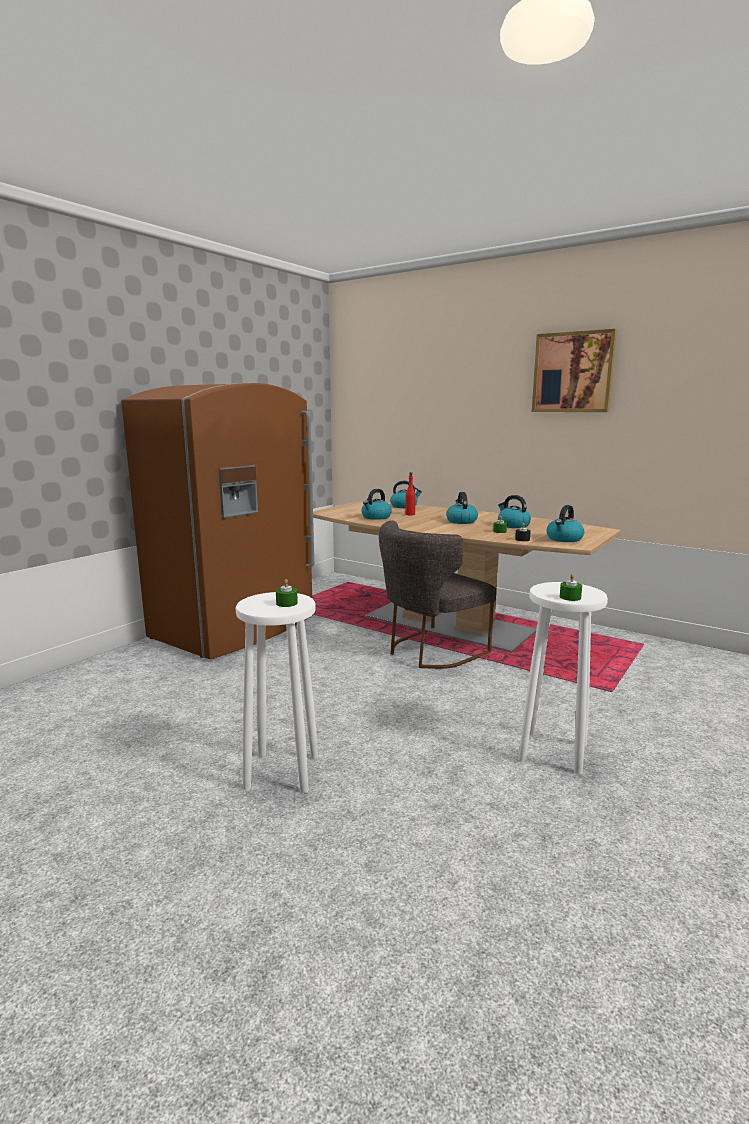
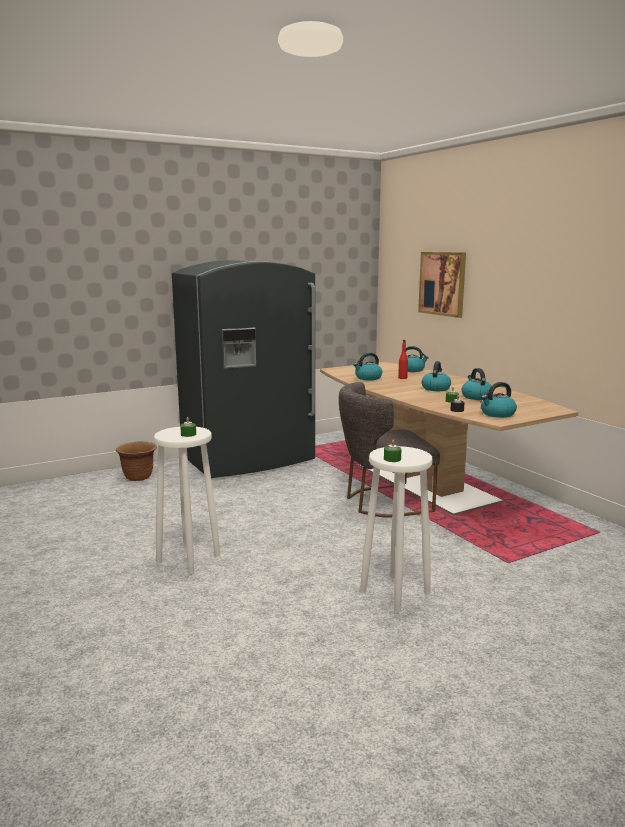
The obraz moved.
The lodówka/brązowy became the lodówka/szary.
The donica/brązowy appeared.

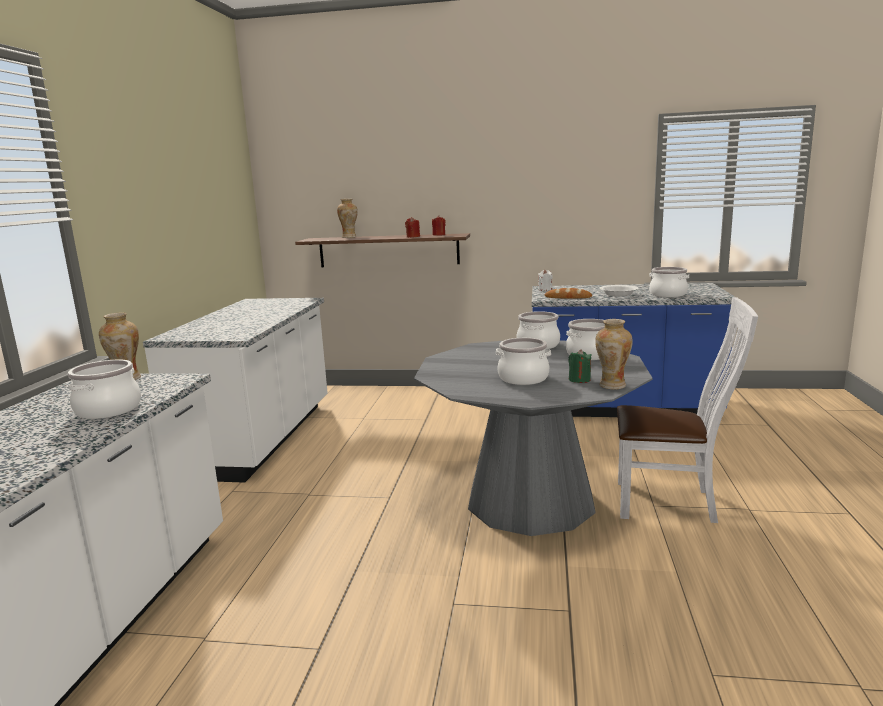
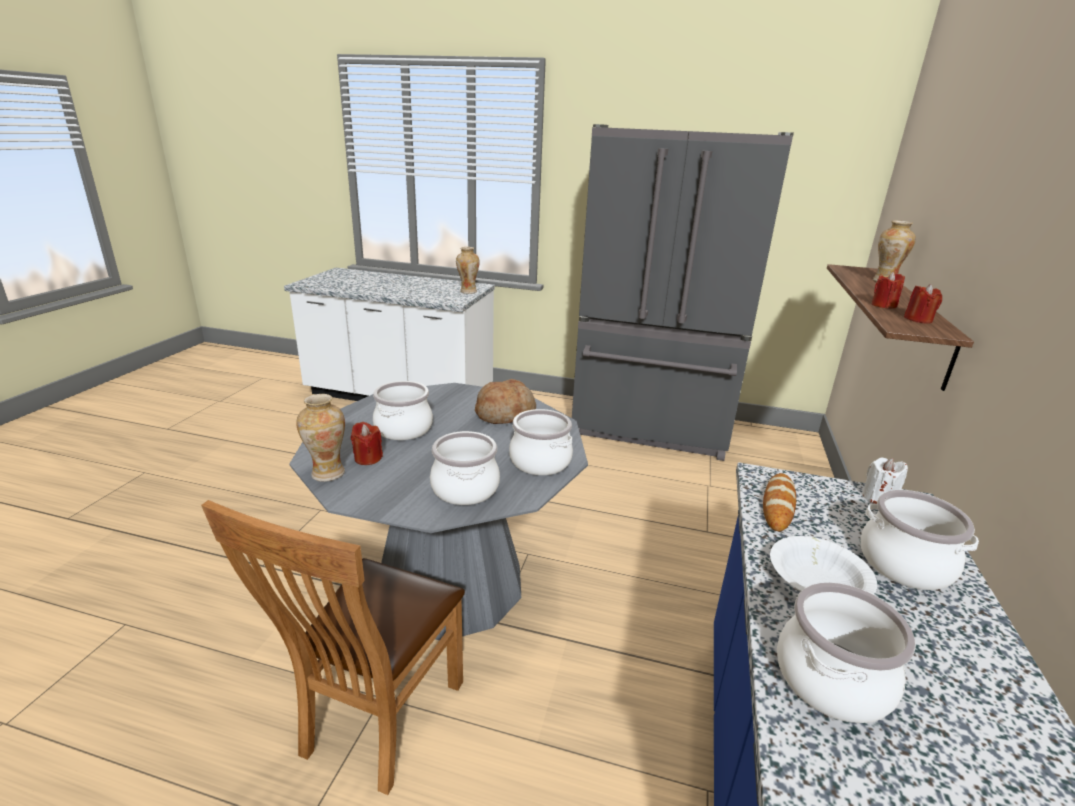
The krzesło/biały became the krzesło/brązowy.
The zabudowa kuchenna/biały (2nd from left) was replaced by the lodówka/szary.
The świeca/zielony became the świeca/czerwony (1st from left).
The garnek (1st from left in the first image) moved.
The chleb (1st from left) appeared.

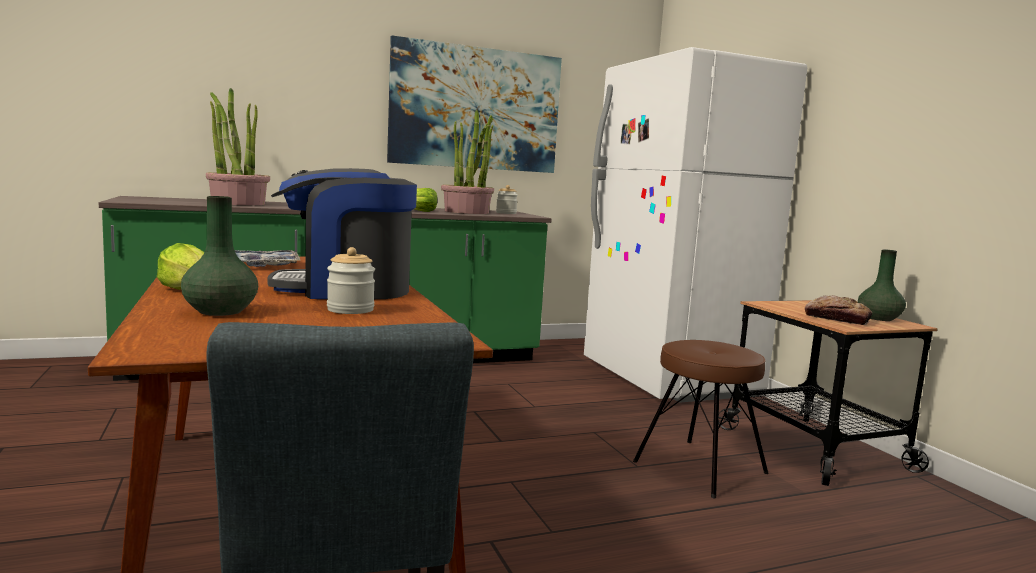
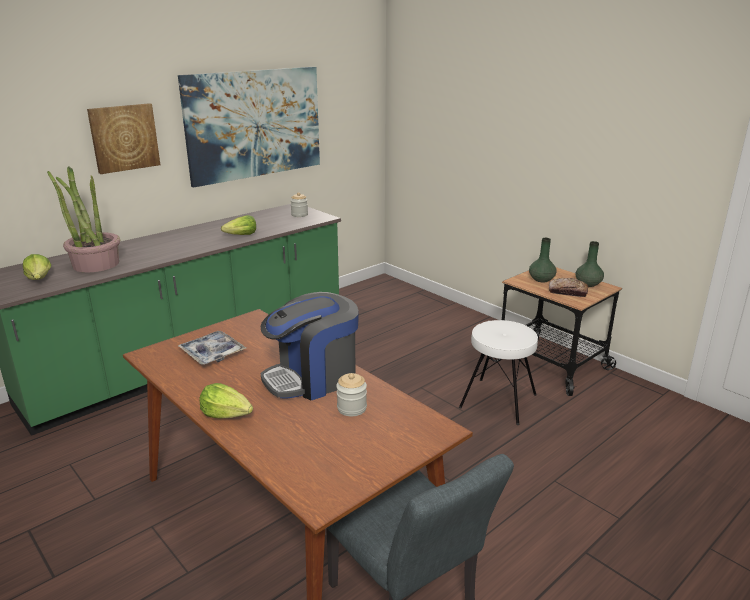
The lodówka/biały disappeared.
The roślina doniczkowa (2nd from left) disappeared.
The wazon/zielony (1st from left) moved.
The stołek/brązowy became the stołek/biały.
The obraz (1st from left) appeared.
The sałata (1st from left) appeared.

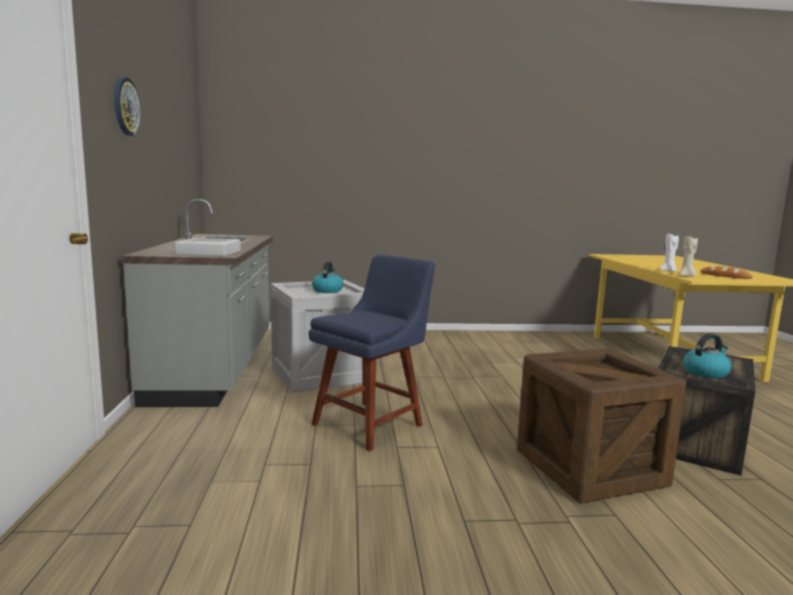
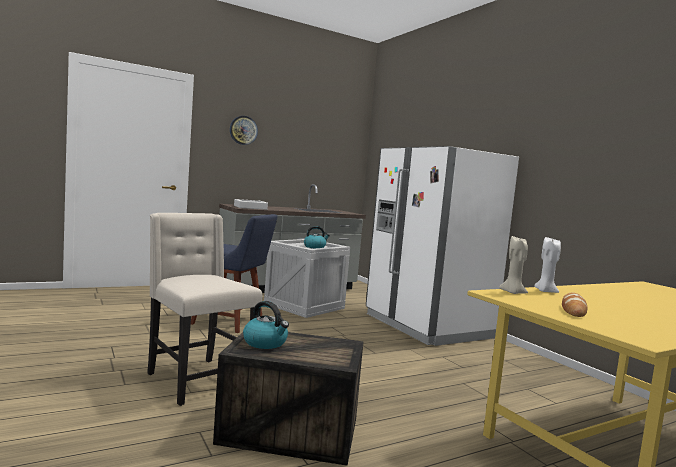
The skrzynka (2nd from left) was replaced by the krzesło/beżowy.
The lodówka/biały appeared.

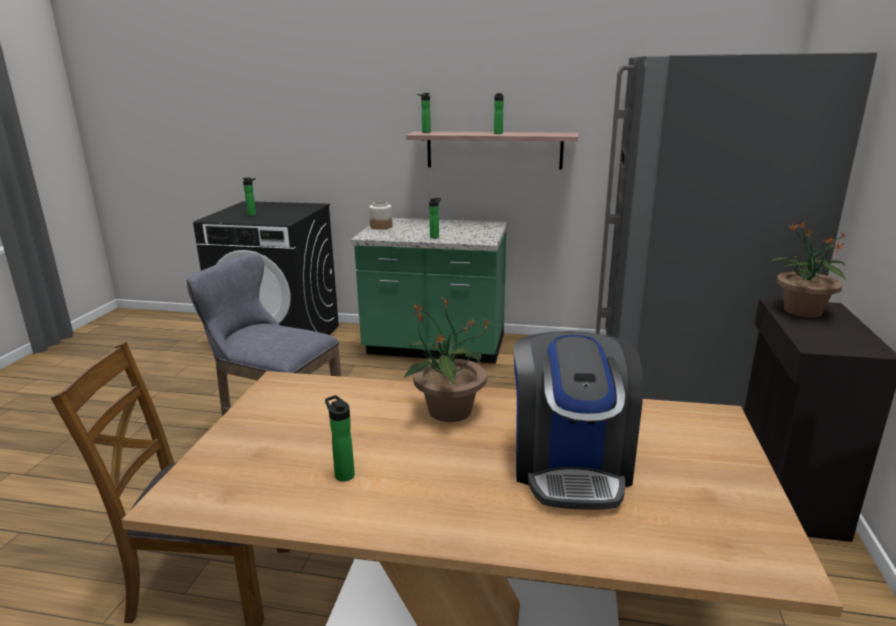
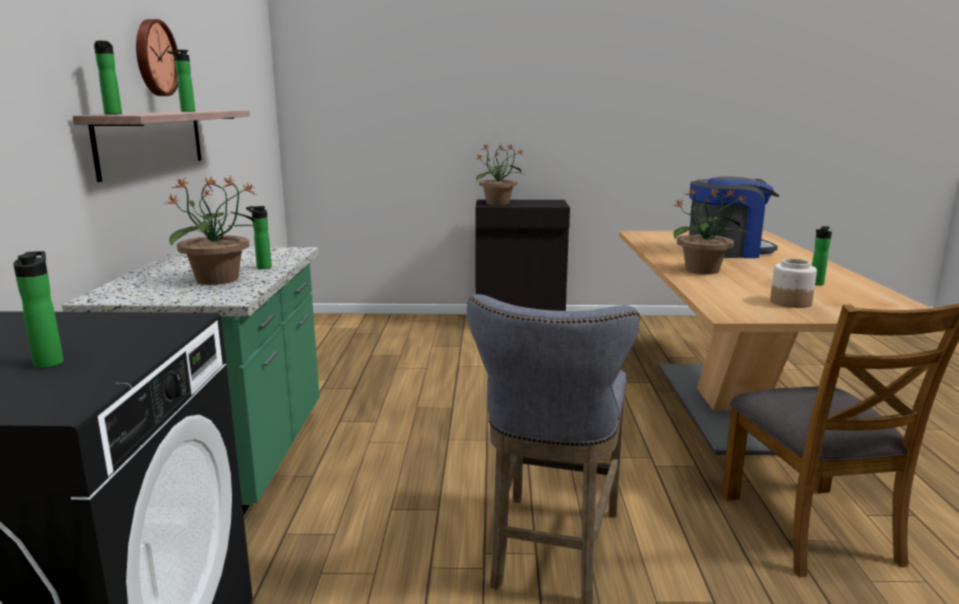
The lodówka/szary disappeared.
The słoik moved.
The zegar ścienny appeared.
The roślina doniczkowa (1st from left) appeared.

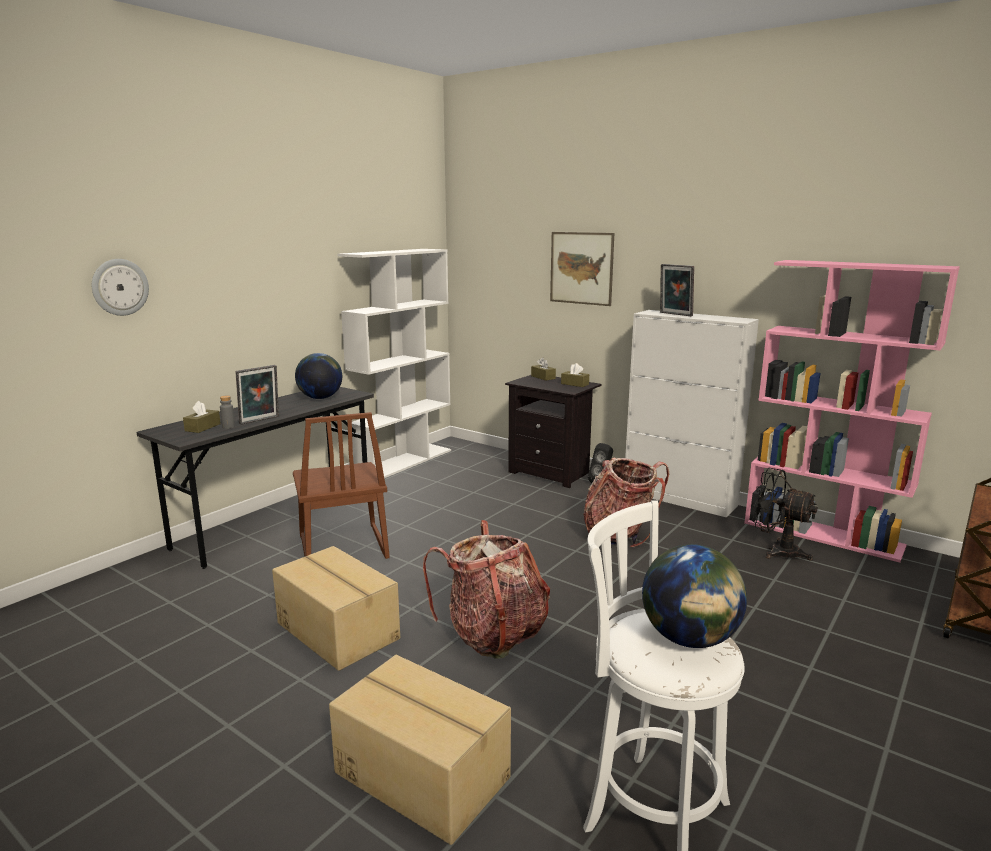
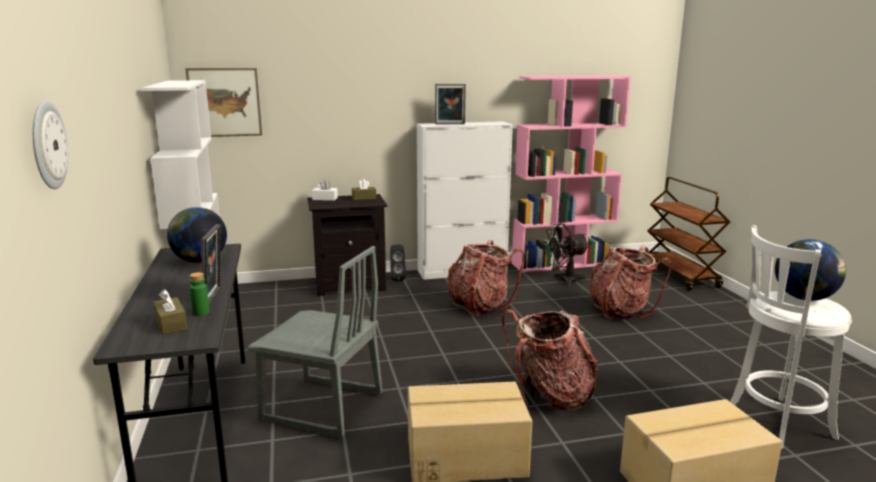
The obraz moved.
The pudełko chusteczek/brązowy (2nd from left) became the pudełko chusteczek/biały.
The butelka/szary became the butelka/zielony.
The krzesło/brązowy became the krzesło/szary.
The plecak (3rd from left) appeared.

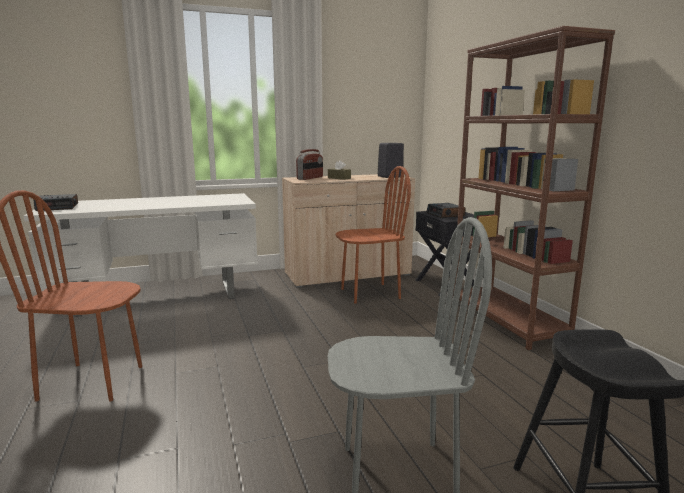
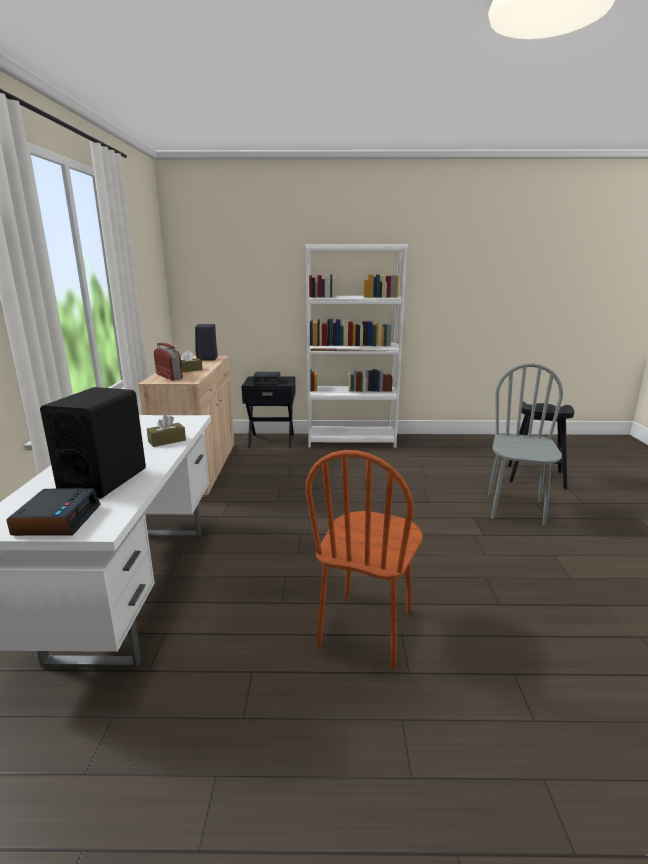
The regał/brązowy became the regał/biały.
The krzesło/brązowy (2nd from left) disappeared.
The głośnik/czarny (1st from left) appeared.
The pudełko chusteczek/brązowy (1st from left) appeared.

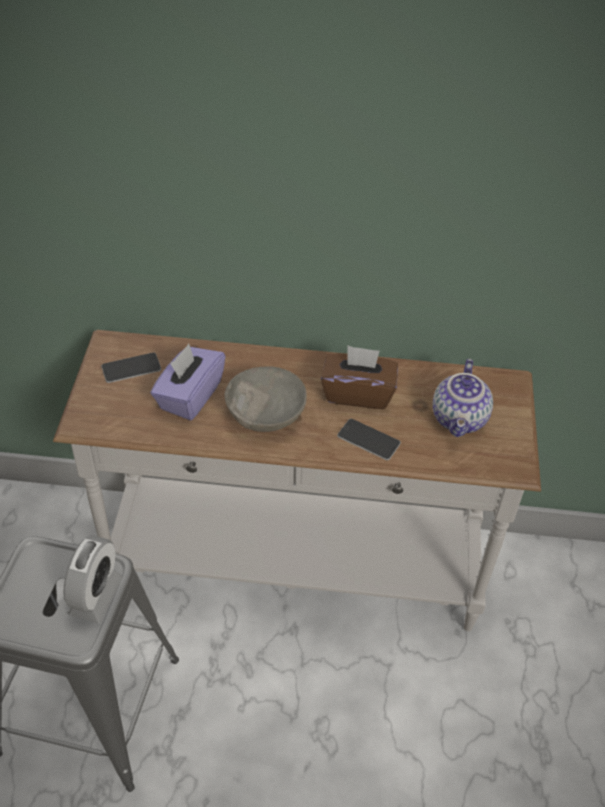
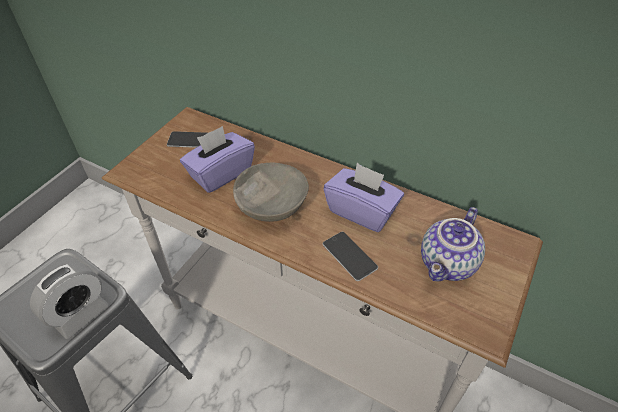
The pudełko chusteczek/brązowy became the pudełko chusteczek/fioletowy (2nd from left).

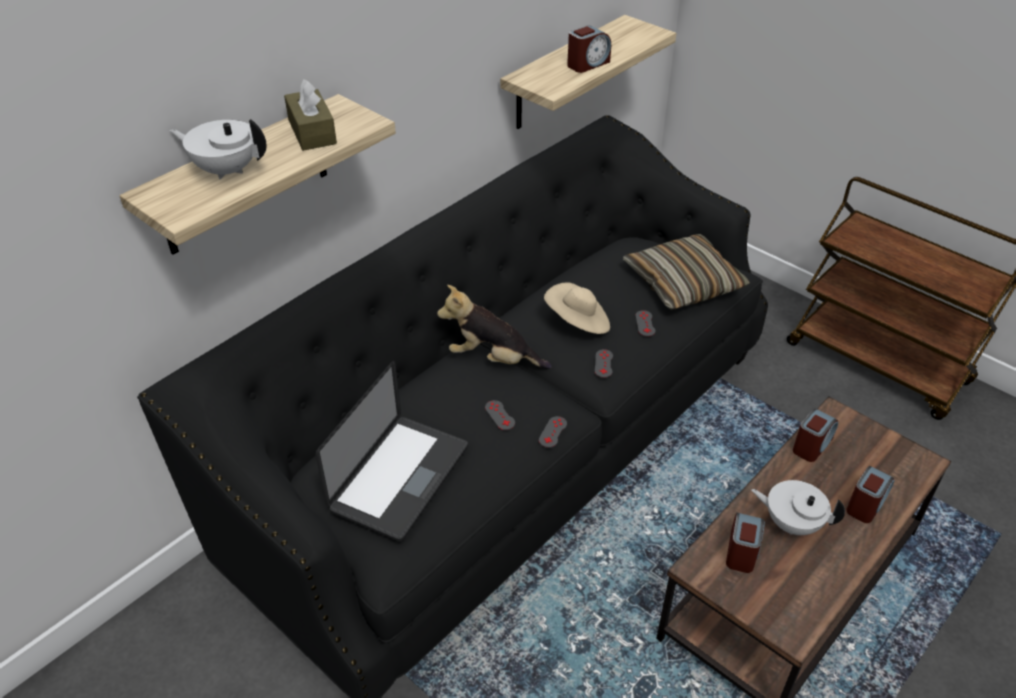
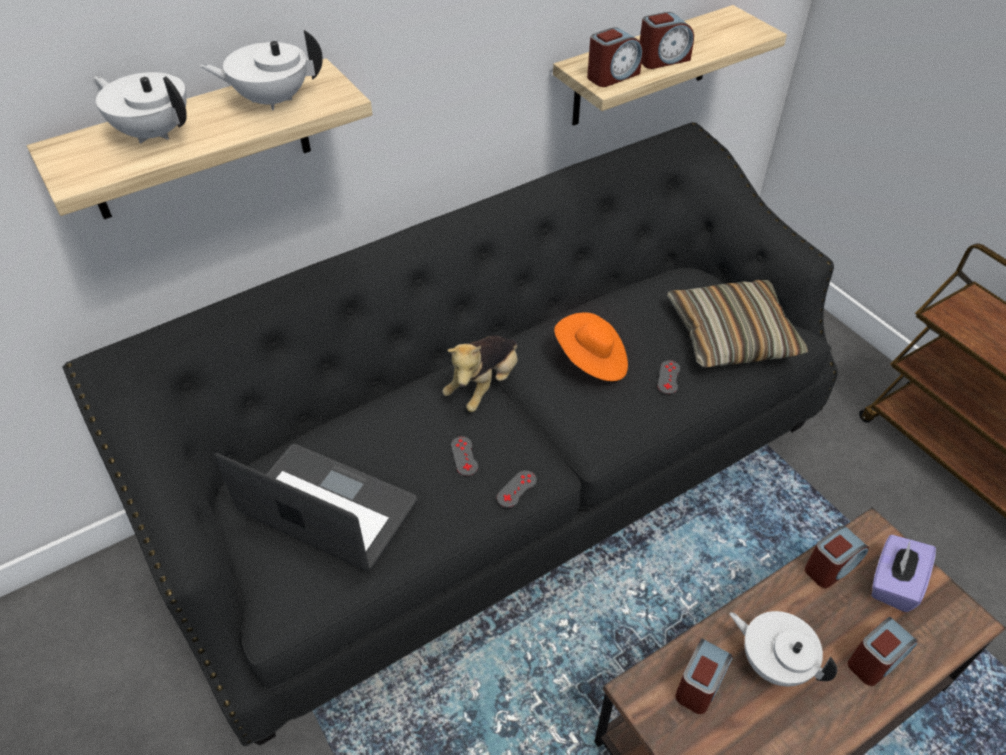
The pudełko chusteczek/brązowy was replaced by the imbryk/biały (2nd from left).
The kapelusz/beżowy became the kapelusz/pomarańczowy.
The pluszak turned 90 degrees counterclockwise.
The pad do gier/szary (3rd from left) disappeared.
The laptop turned 105 degrees counterclockwise.
The budzik (1st from left) appeared.
The pudełko chusteczek/fioletowy appeared.

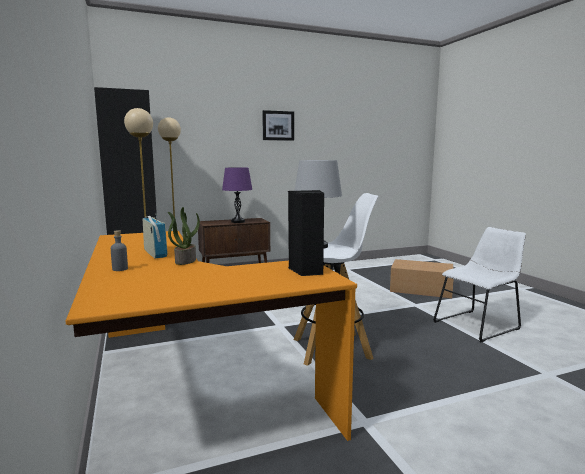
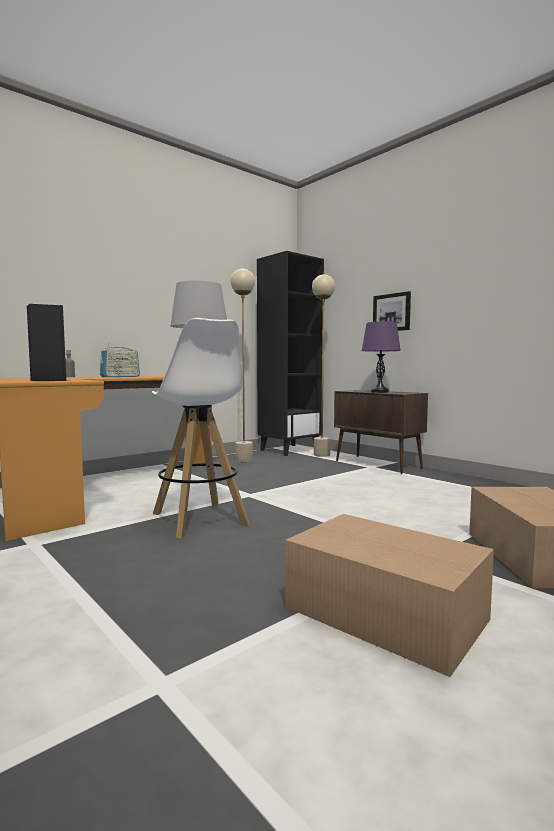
The obraz moved.
The roślina doniczkowa disappeared.
The krzesło/biały was replaced by the karton (1st from left).

